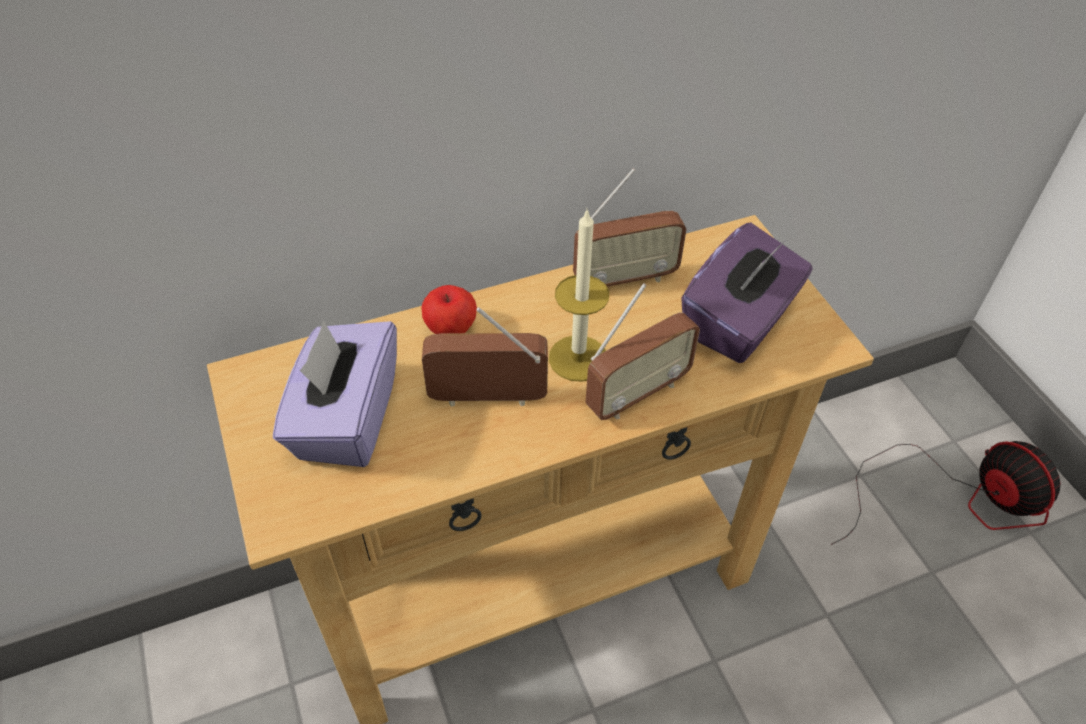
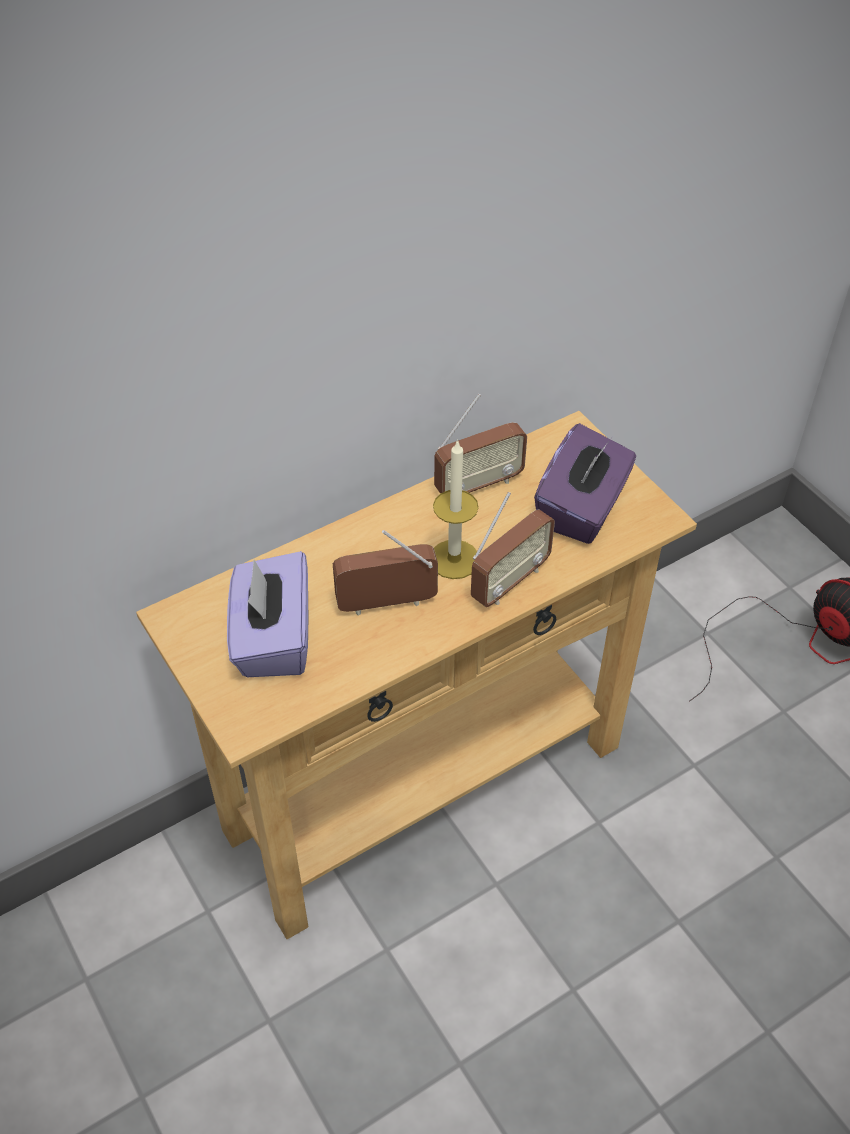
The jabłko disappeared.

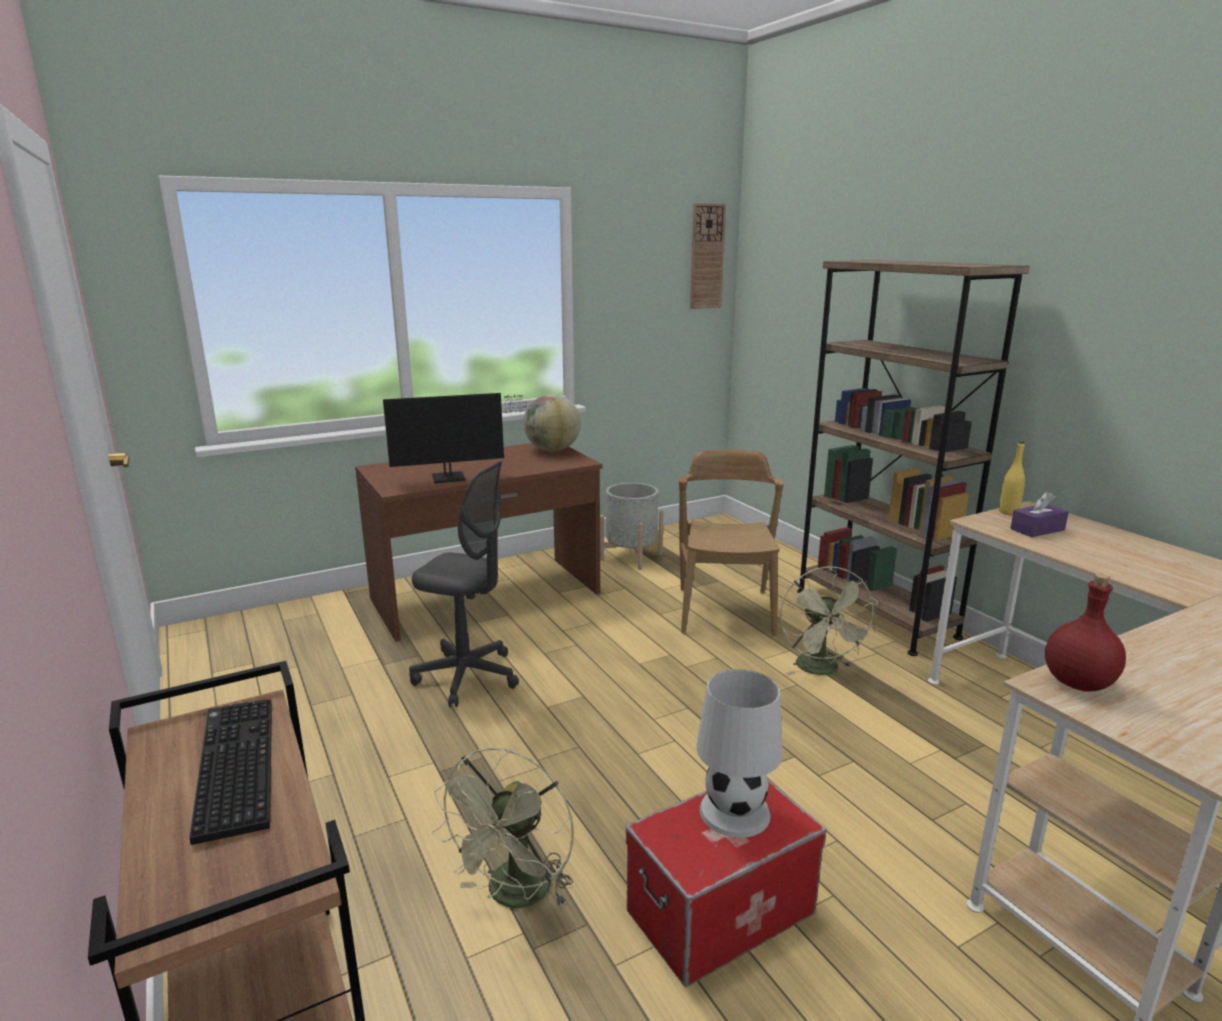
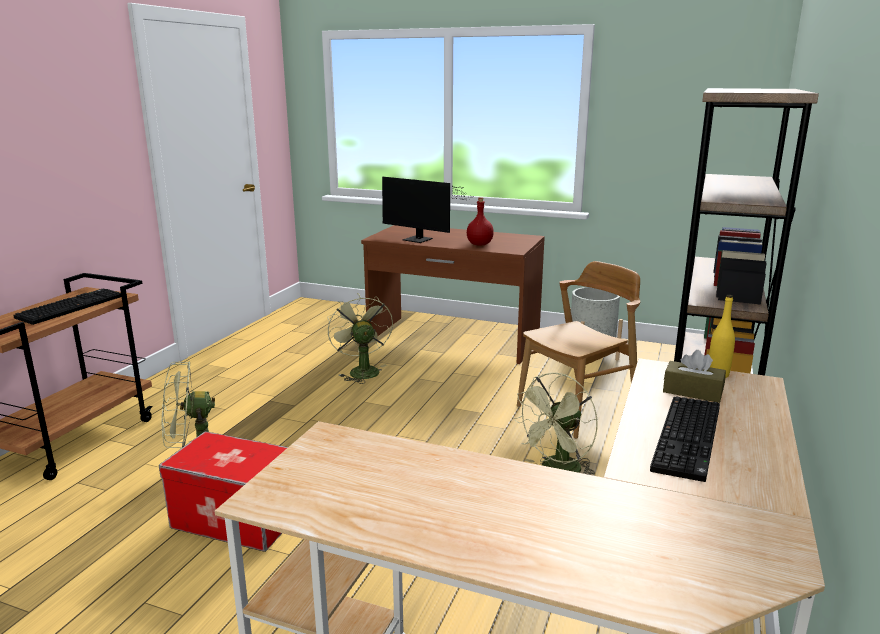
The zegar ścienny disappeared.
The globus disappeared.
The krzesło biurowe/szary was replaced by the wentylator/zielony (2nd from left).
The pudełko chusteczek/fioletowy became the pudełko chusteczek/brązowy.
The butelka/czerwony moved.
The lampa stołowa/biały disappeared.
The klawiatura (2nd from left) appeared.

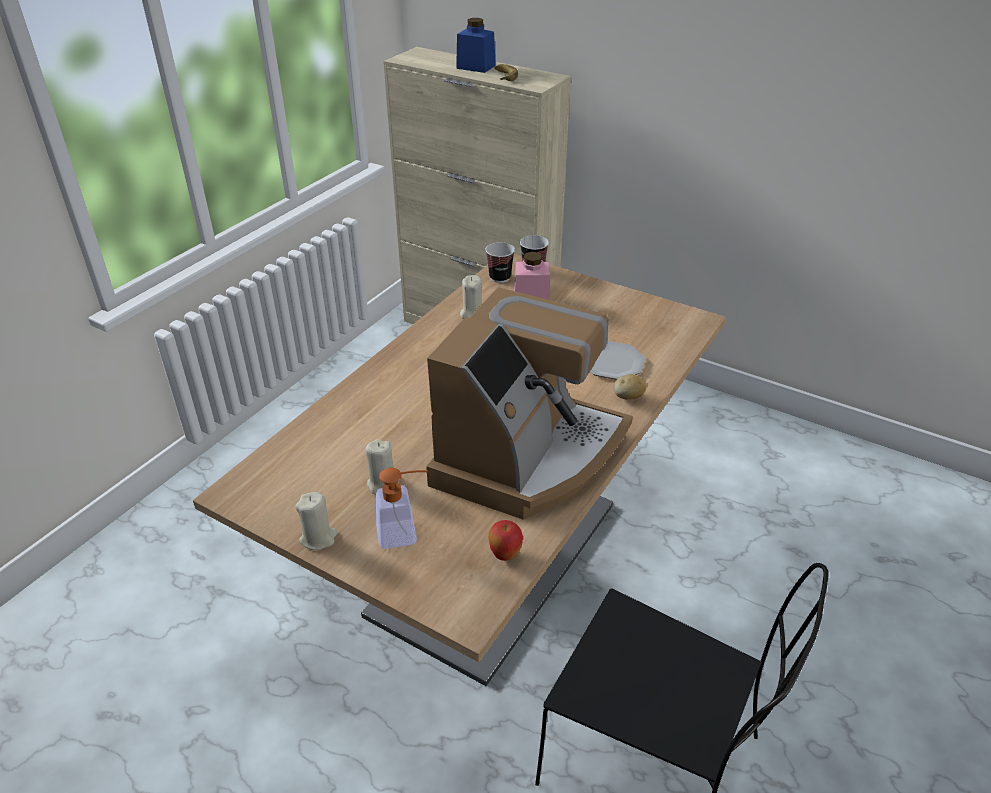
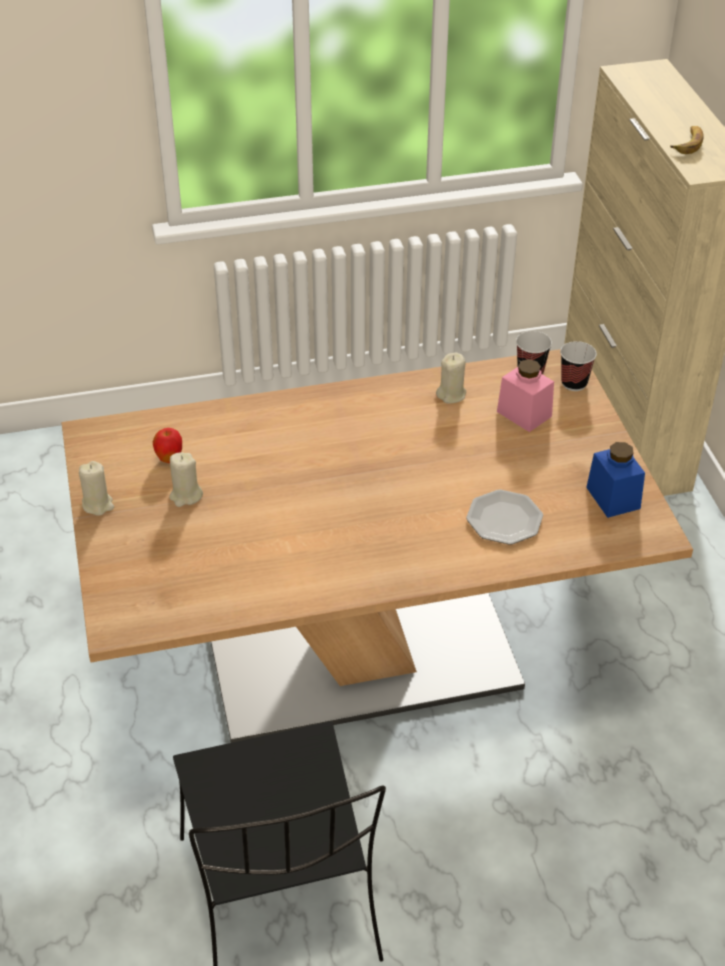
The słoik/niebieski moved.
The ekspres do kawy disappeared.
The ziemniak disappeared.
The dozownik mydła disappeared.
The jabłko moved.

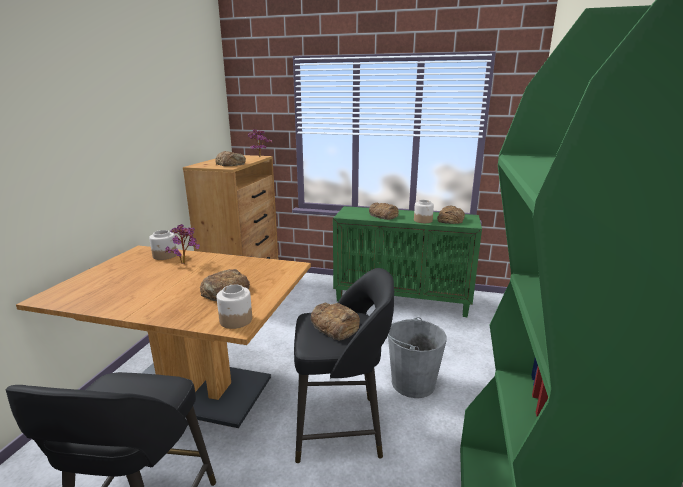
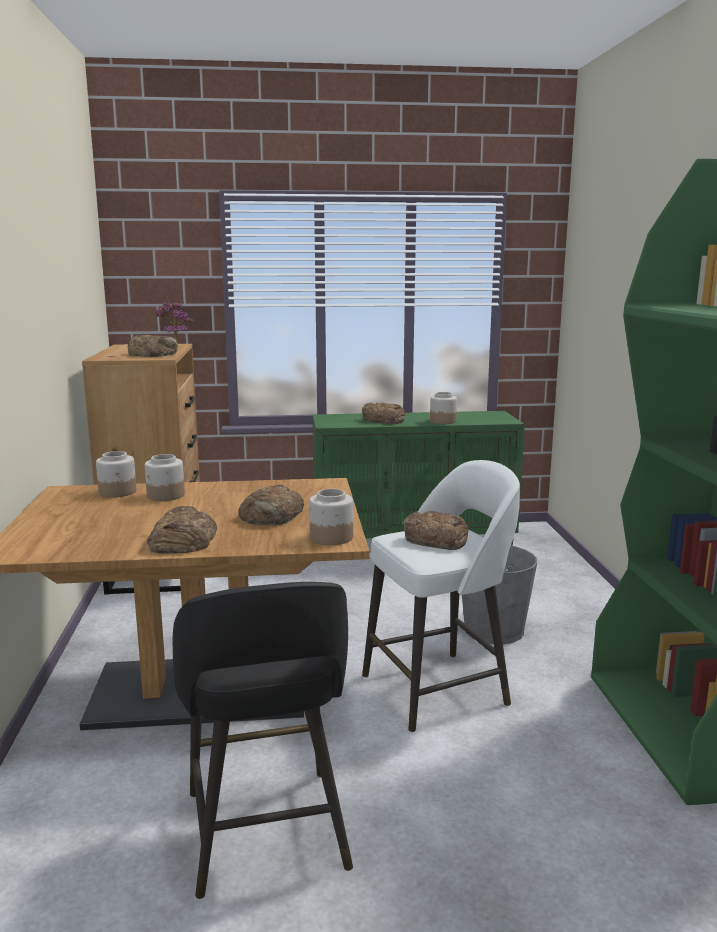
The chleb (5th from left in the first image) moved.
The roślina doniczkowa (1st from left) was replaced by the słoik (2nd from left).
The stołek/czarny (2nd from left) became the stołek/biały.

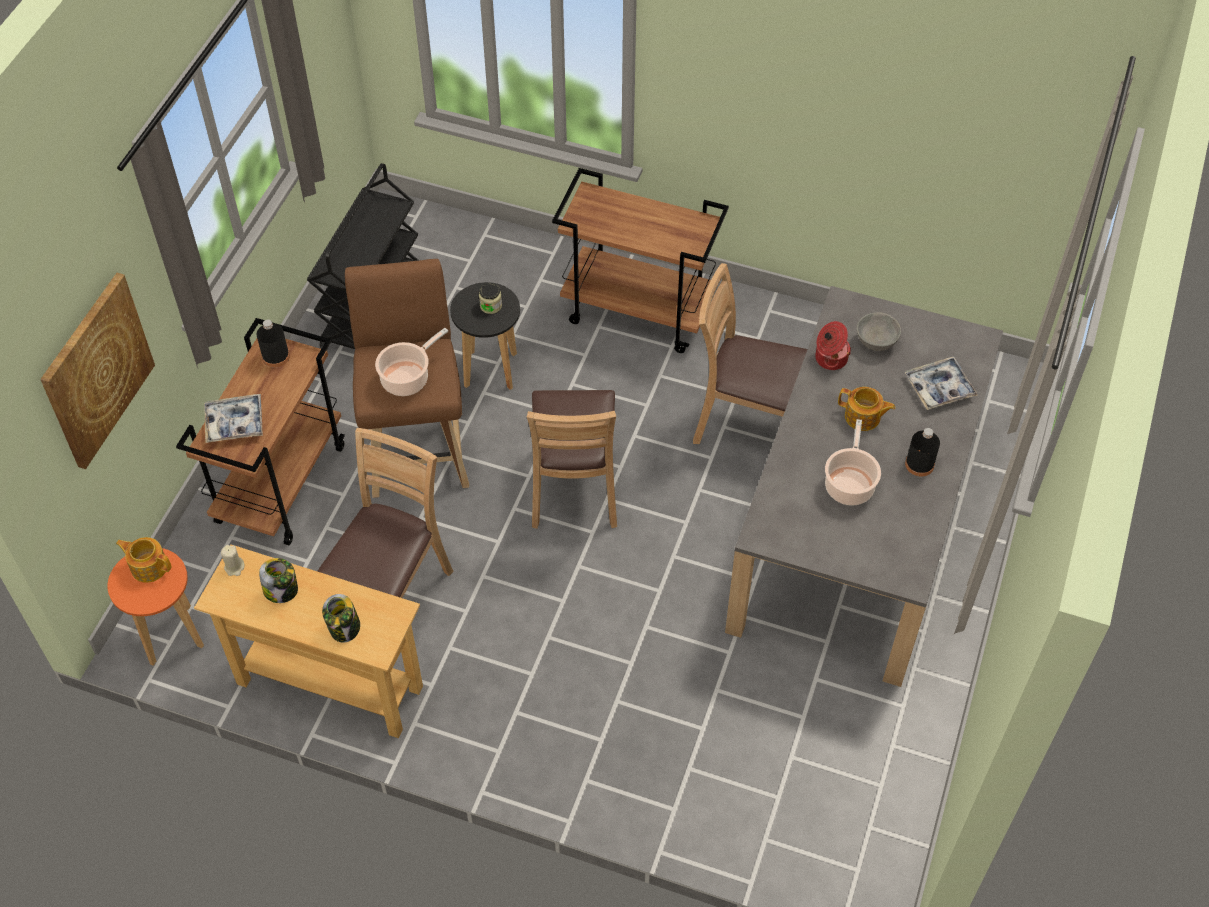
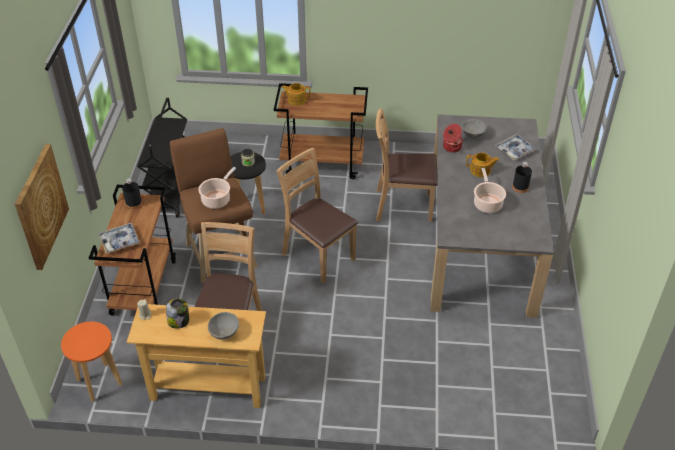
The krzesło/brązowy (2nd from left) turned 150 degrees clockwise.
The imbryk (1st from left) moved.
The słoik (2nd from left) was replaced by the miska/szary (1st from left).

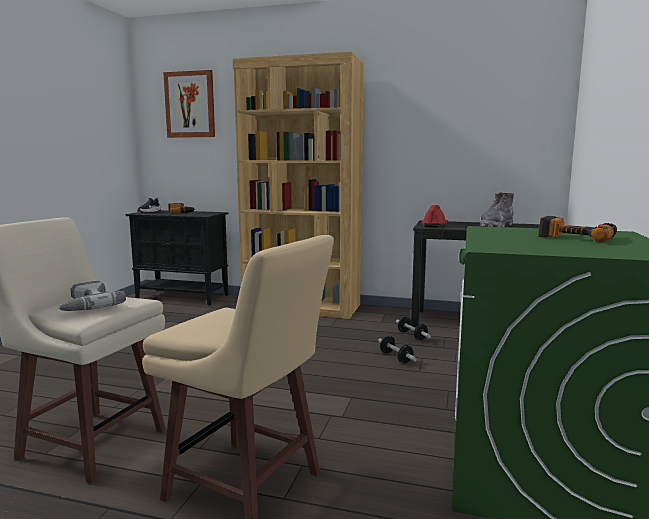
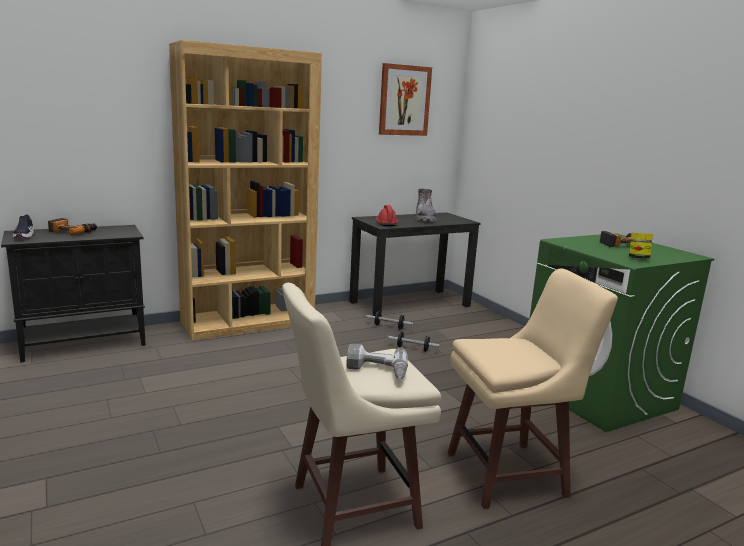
The obraz moved.
The słoik appeared.

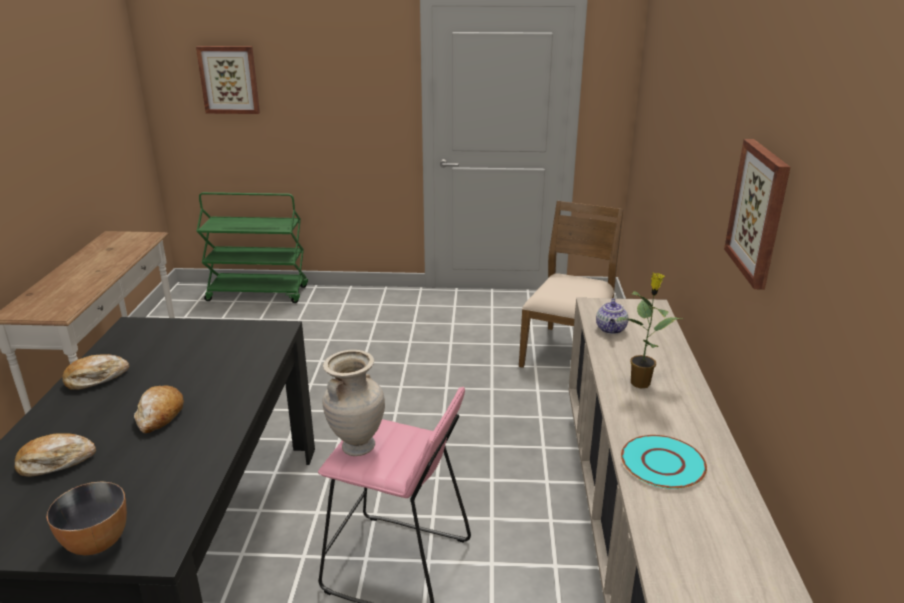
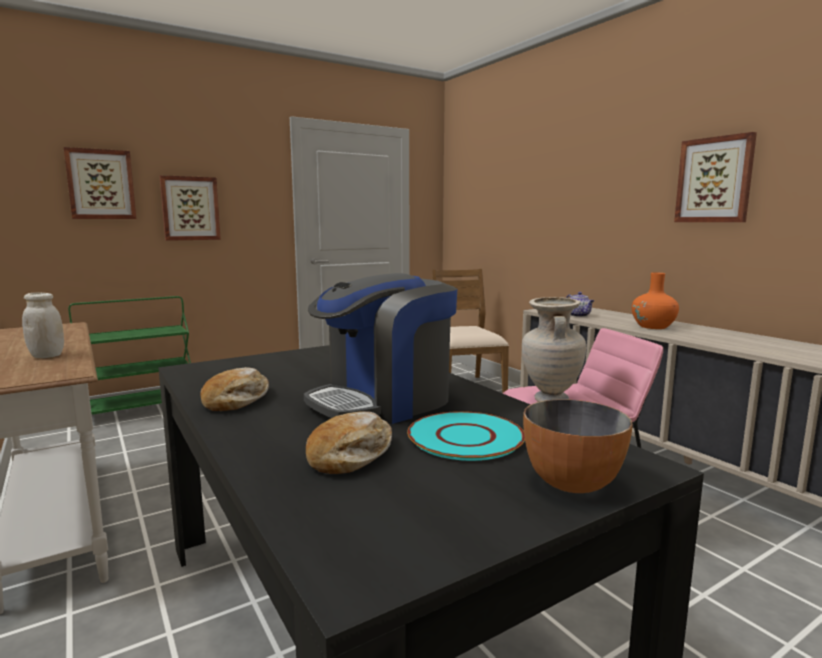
The roślina doniczkowa was replaced by the wazon/pomarańczowy.
The chleb (3rd from left) was replaced by the ekspres do kawy.
The talerz/turkusowy moved.
The obraz (2nd from left) appeared.
The słoik/biały appeared.

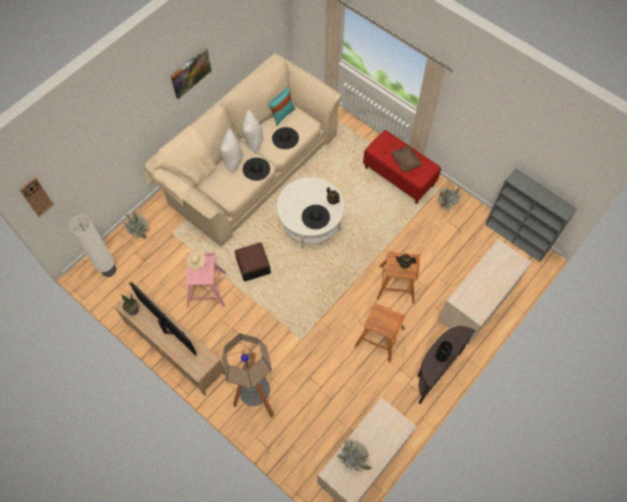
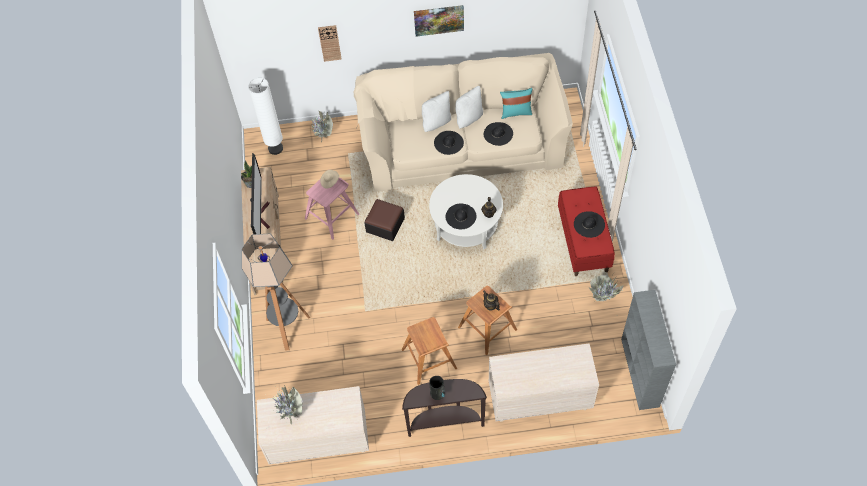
The taca/brązowy was replaced by the kapelusz/czarny (4th from left).
The zegar ścienny moved.

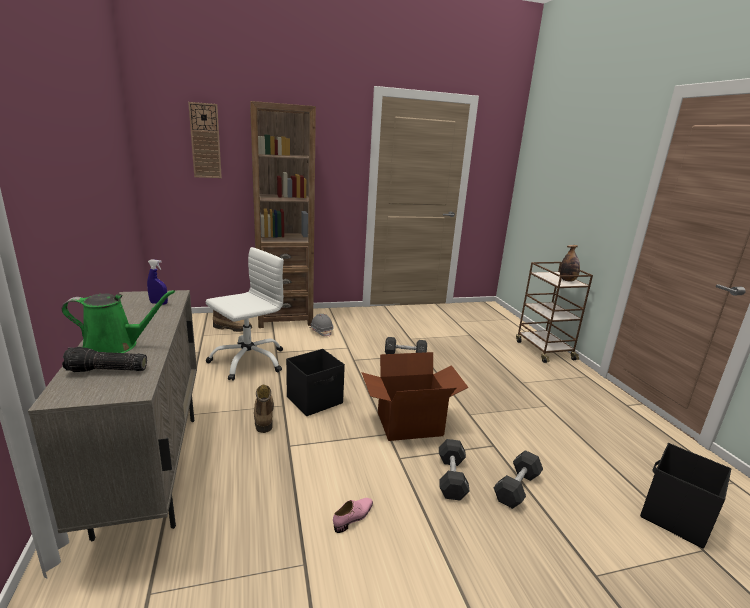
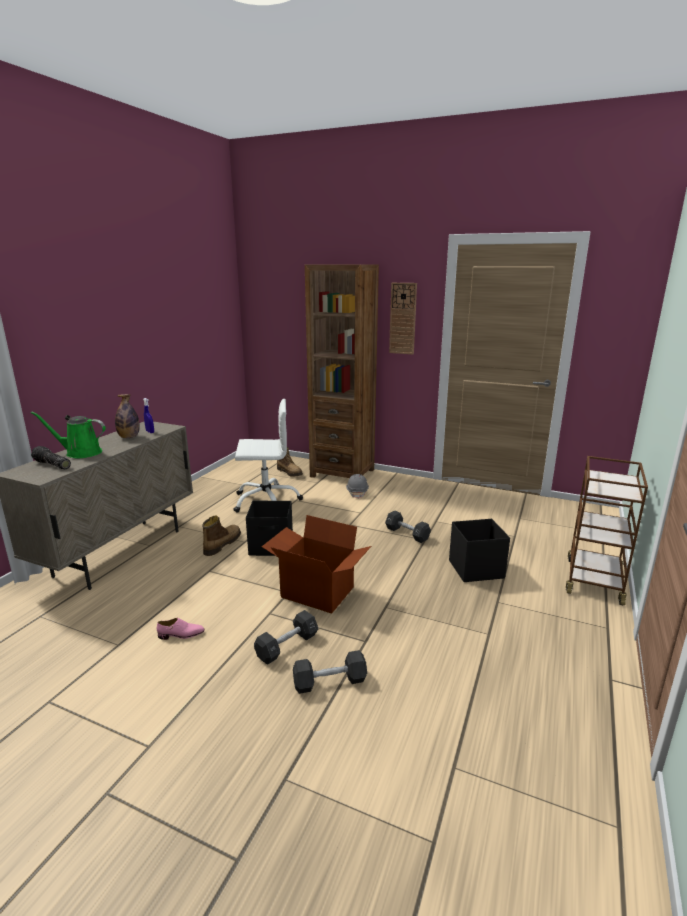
The zegar ścienny moved.
The butelka moved.
The konewka/zielony turned 150 degrees clockwise.
The pojemnik do przechowywania/czarny (2nd from left) moved.

